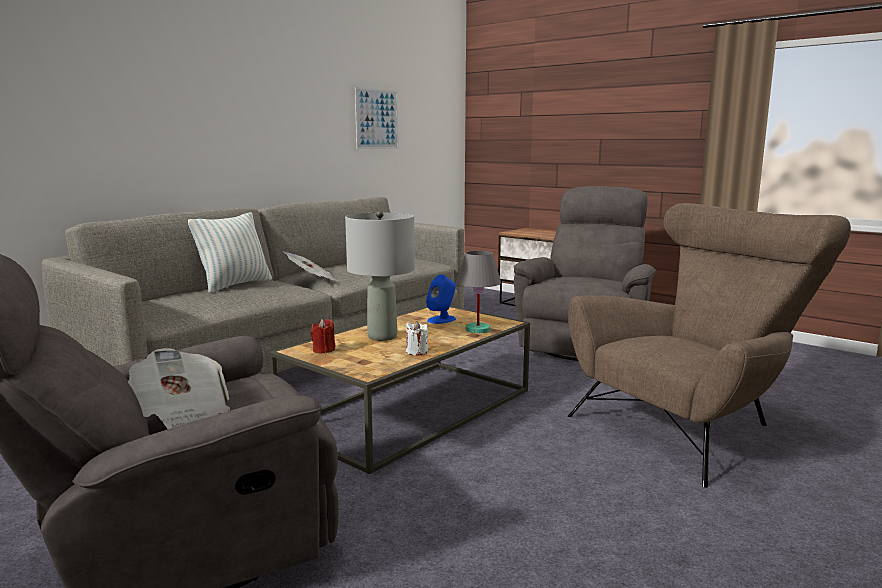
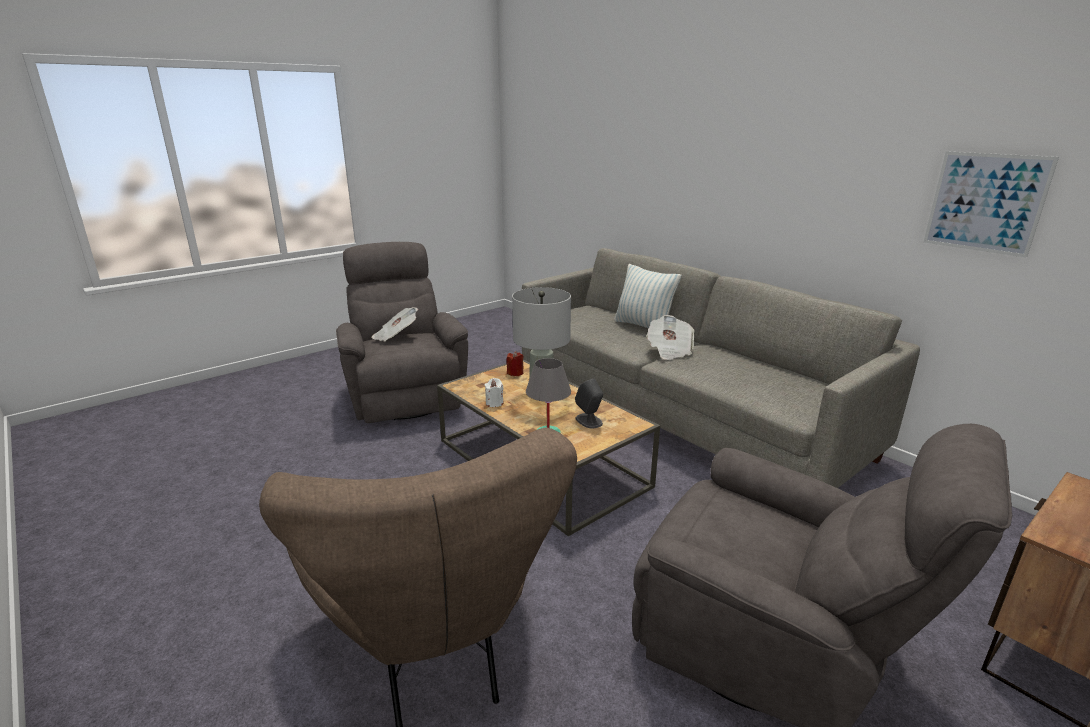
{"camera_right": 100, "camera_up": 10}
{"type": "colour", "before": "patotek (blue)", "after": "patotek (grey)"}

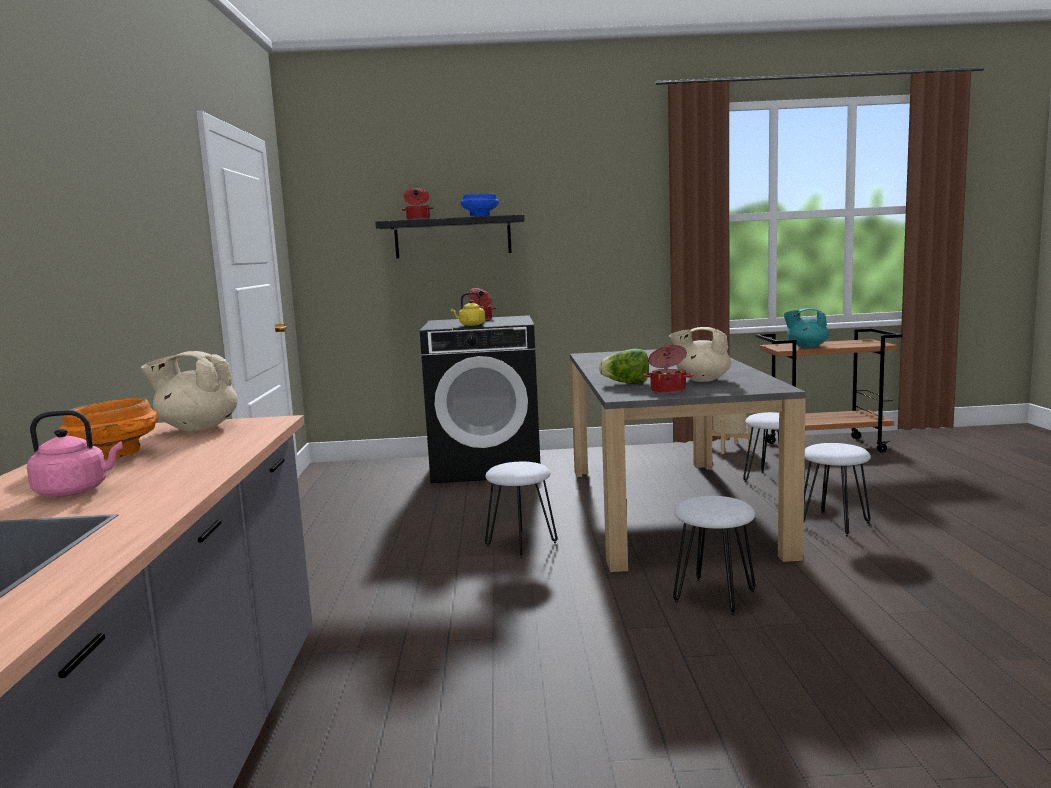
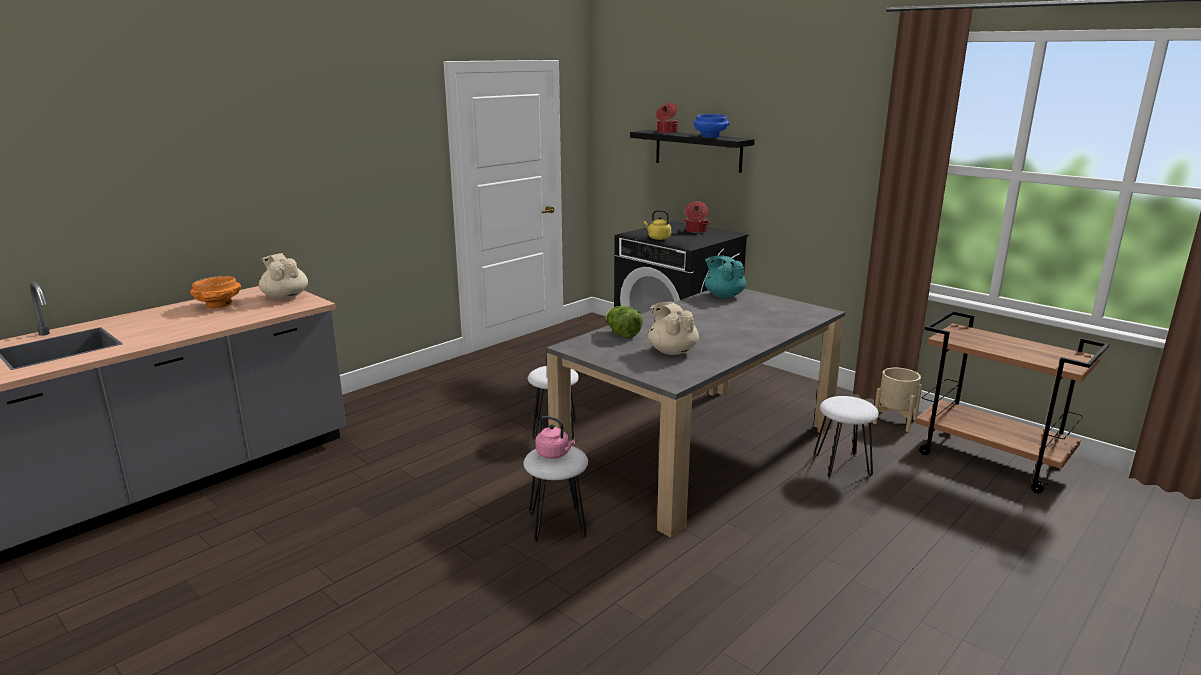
{"camera_right": 45, "camera_up": 10}
{"type": "relocated", "before": "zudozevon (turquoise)"}
{"type": "missing", "before": "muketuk (no. 3 from left)"}
{"type": "relocated", "before": "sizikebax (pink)"}
{"type": "missing", "before": "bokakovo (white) (no. 4 from left)"}

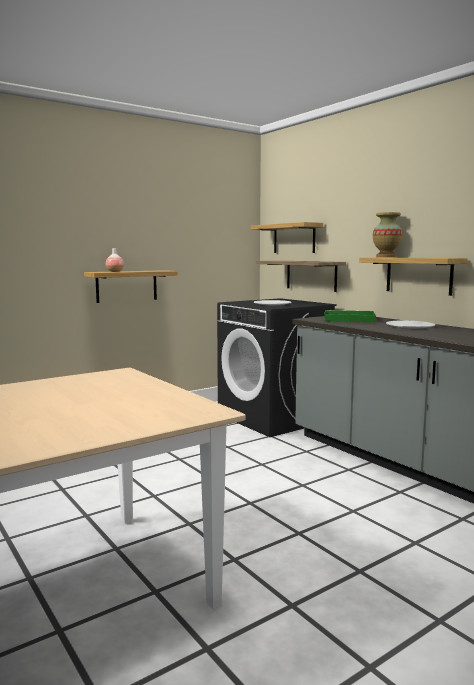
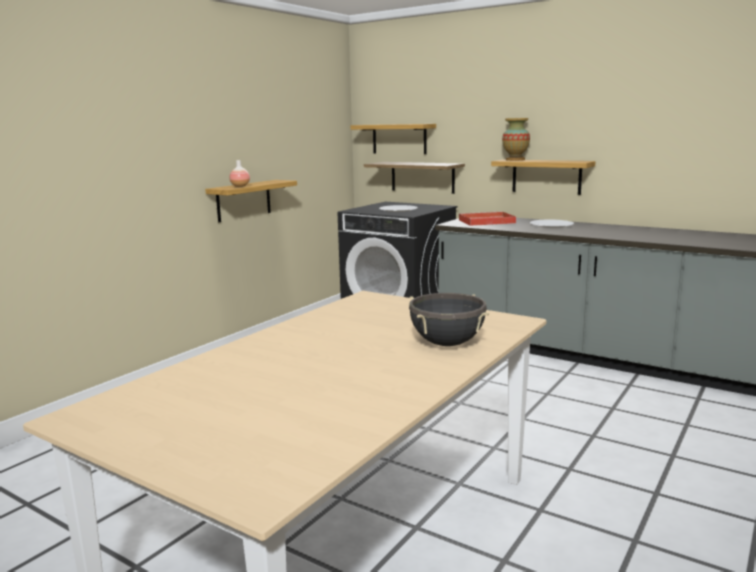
{"camera_right": -20, "camera_up": 5}
{"type": "colour", "before": "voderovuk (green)", "after": "voderovuk (red)"}
{"type": "appeared", "after": "muketuk (black)"}

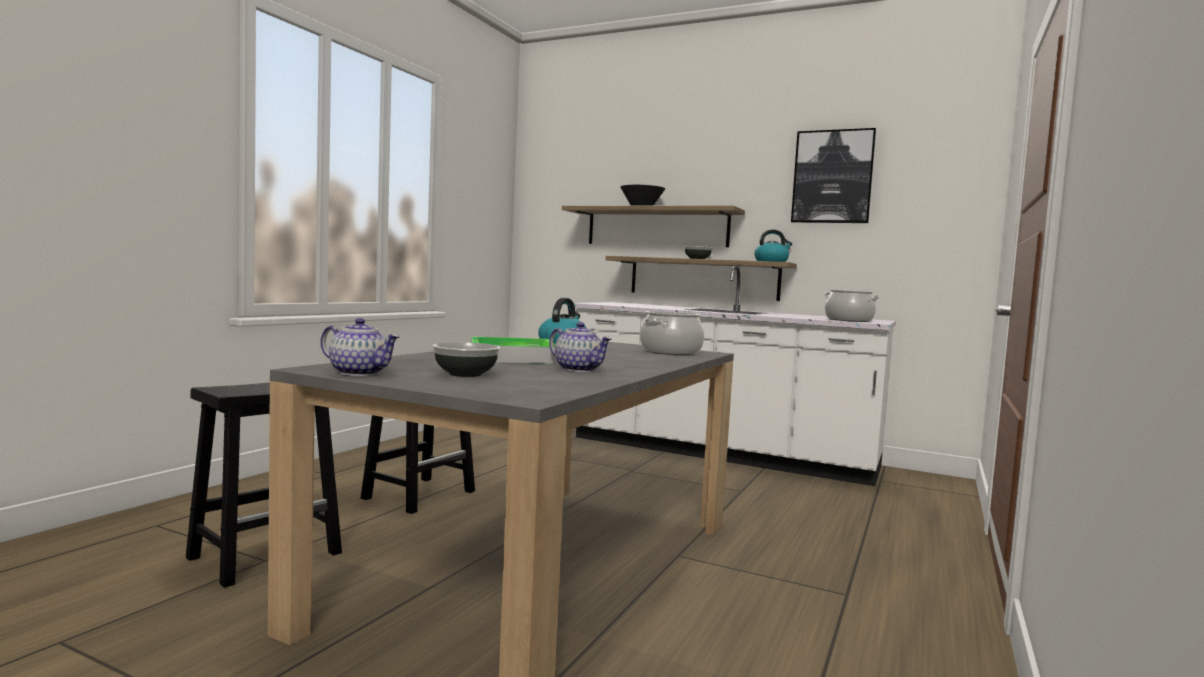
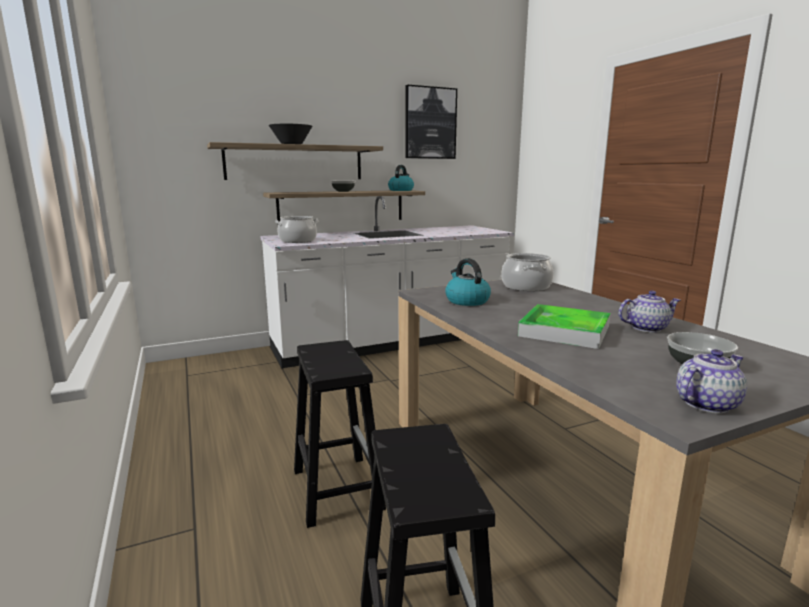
{"camera_right": -50, "camera_up": 10}
{"type": "relocated", "before": "muketuk (no. 2 from left in the first image)", "after": "muketuk (no. 1 from left)"}

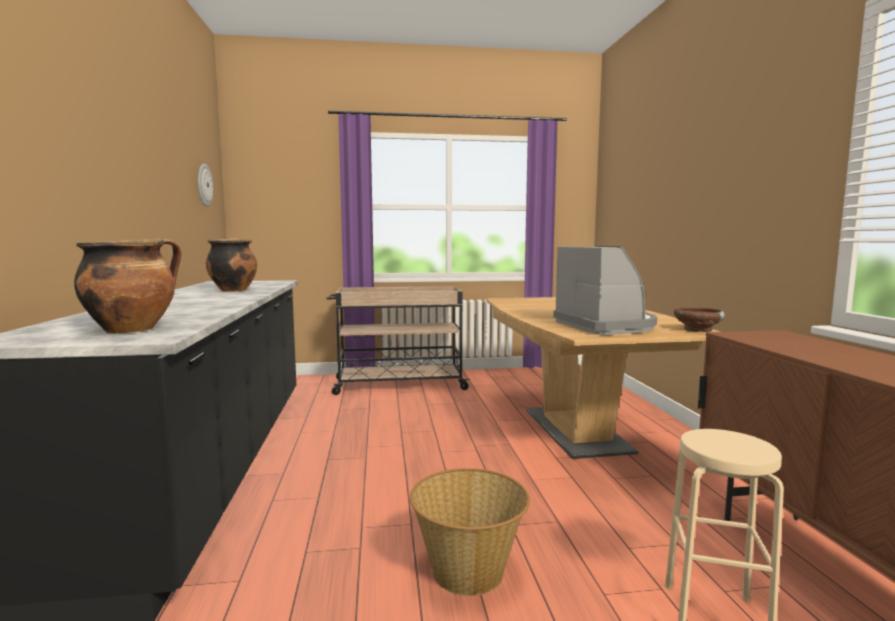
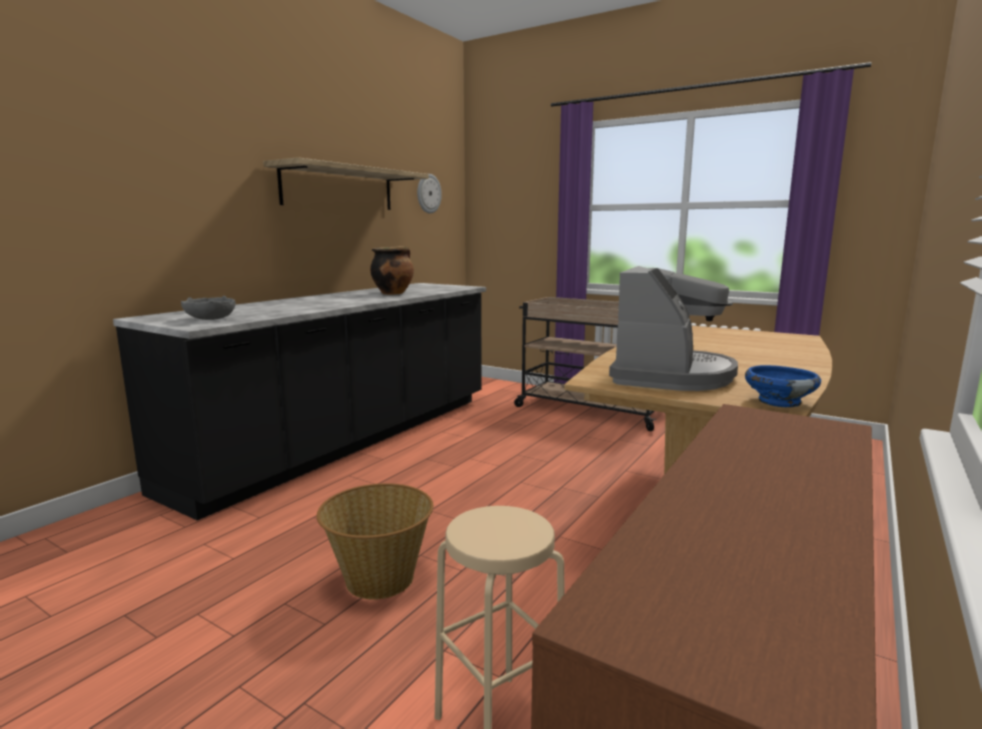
{"camera_right": 40, "camera_up": 5}
{"type": "exchanged", "before": "muketuk (no. 1 from left)", "after": "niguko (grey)"}
{"type": "colour", "before": "niguko (brown)", "after": "niguko (blue)"}
{"type": "appeared", "after": "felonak"}

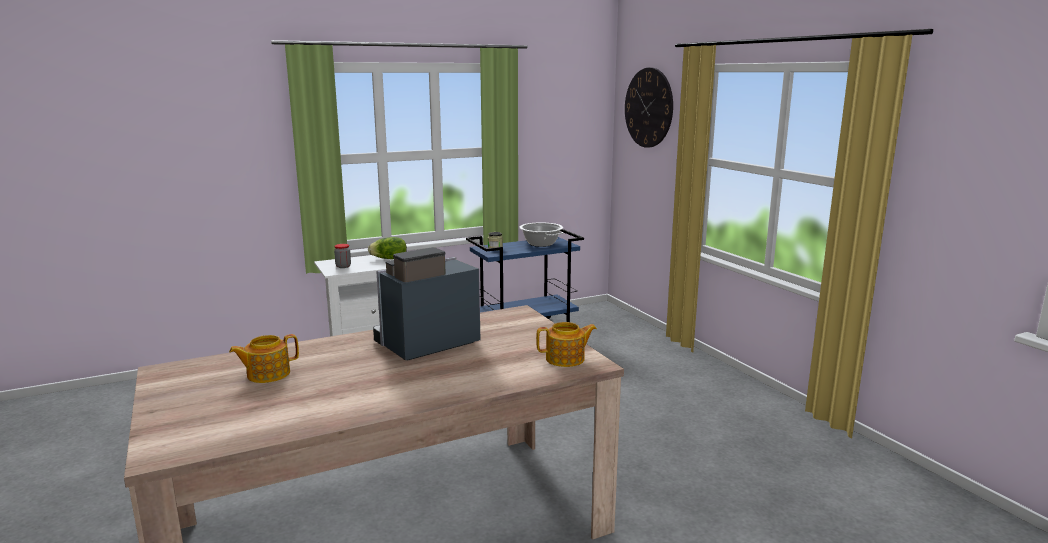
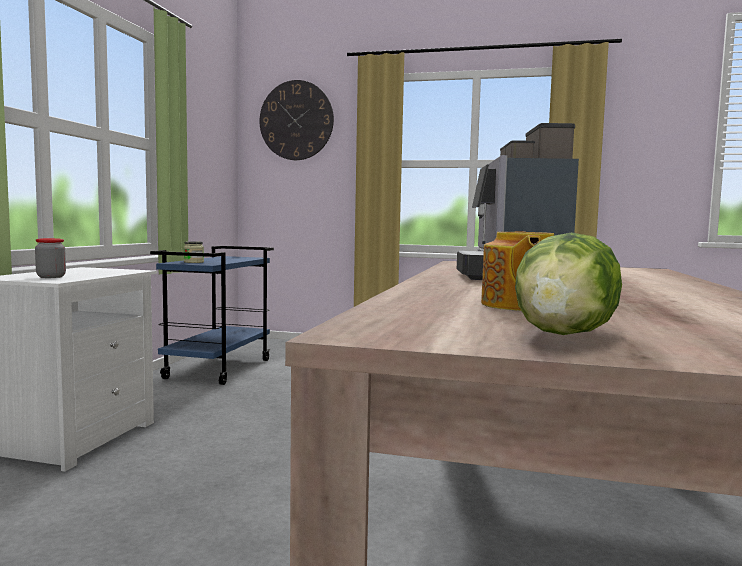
{"camera_right": -50, "camera_up": -10}
{"type": "missing", "before": "muketuk"}
{"type": "relocated", "before": "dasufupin"}
{"type": "missing", "before": "zudozevon (no. 2 from left)"}

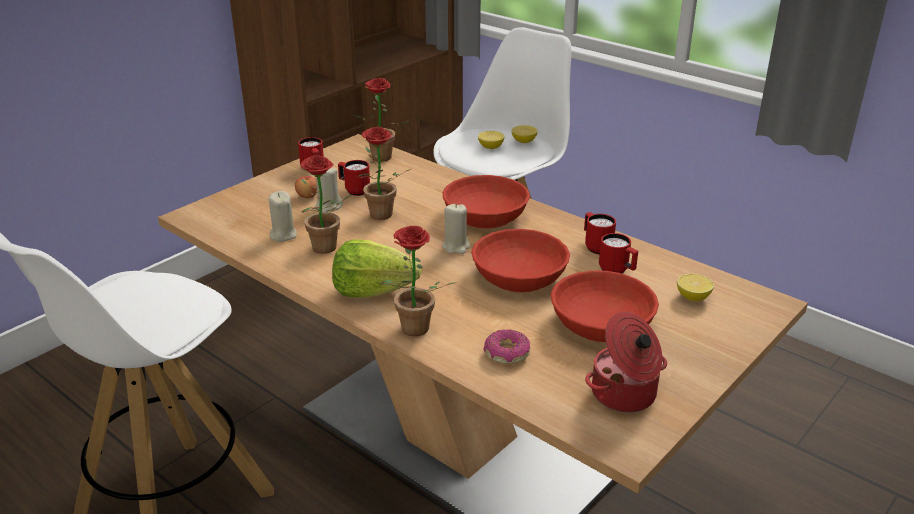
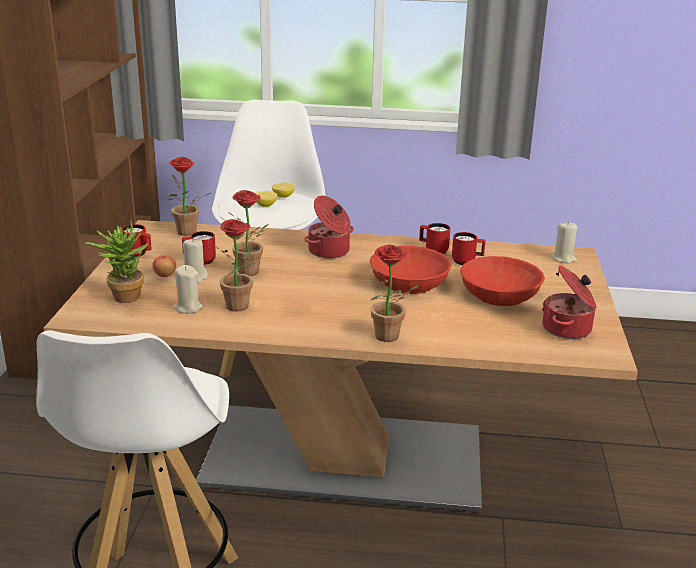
{"camera_right": -35, "camera_up": -5}
{"type": "exchanged", "before": "niguko (red) (no. 1 from left)", "after": "muketuk (no. 1 from left)"}
{"type": "relocated", "before": "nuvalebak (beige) (no. 3 from left)"}
{"type": "missing", "before": "dasufupin"}
{"type": "missing", "before": "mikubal (no. 3 from left)"}
{"type": "missing", "before": "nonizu"}
{"type": "appeared", "after": "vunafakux (no. 1 from left)"}

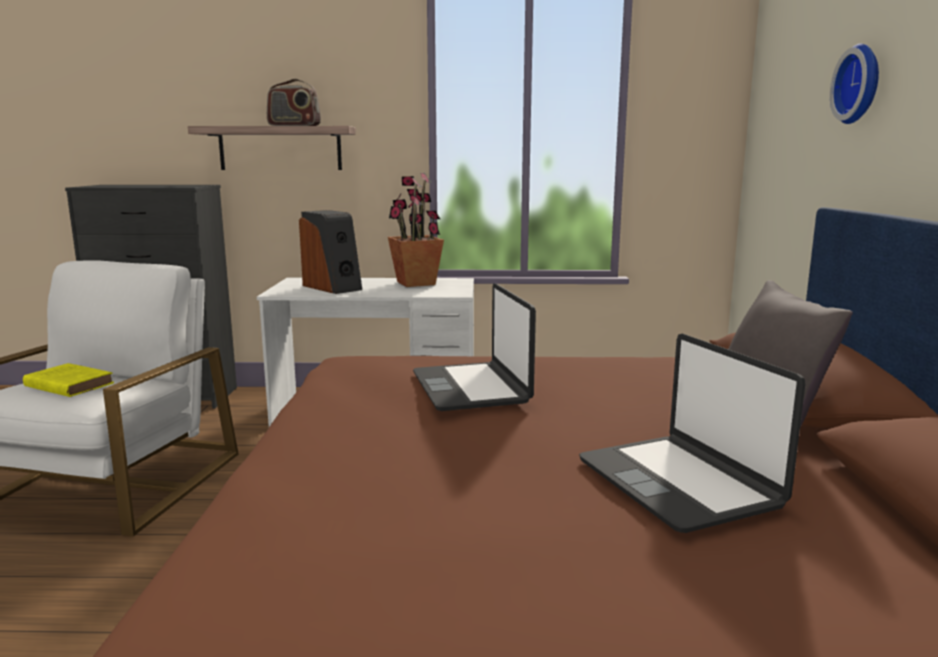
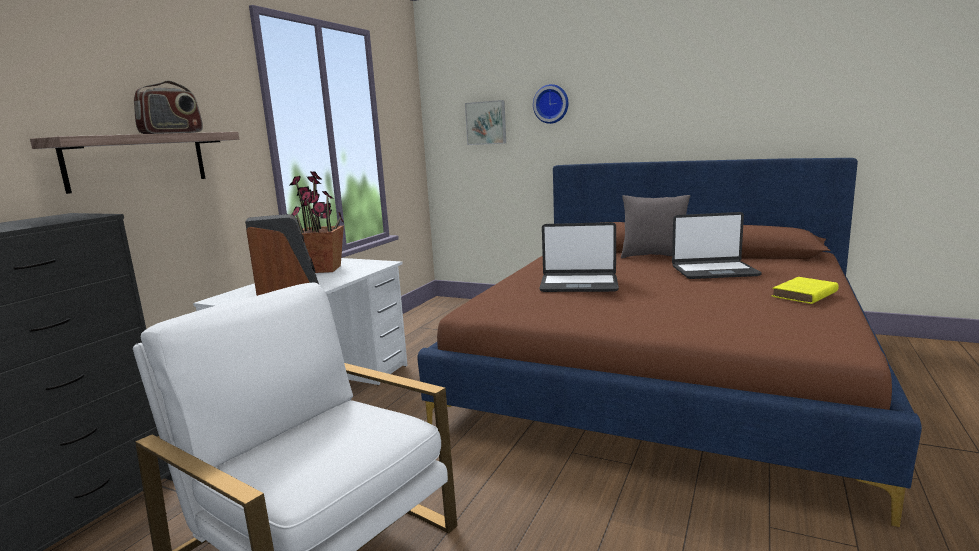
{"camera_right": -65, "camera_up": 0}
{"type": "relocated", "before": "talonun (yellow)"}
{"type": "appeared", "after": "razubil"}

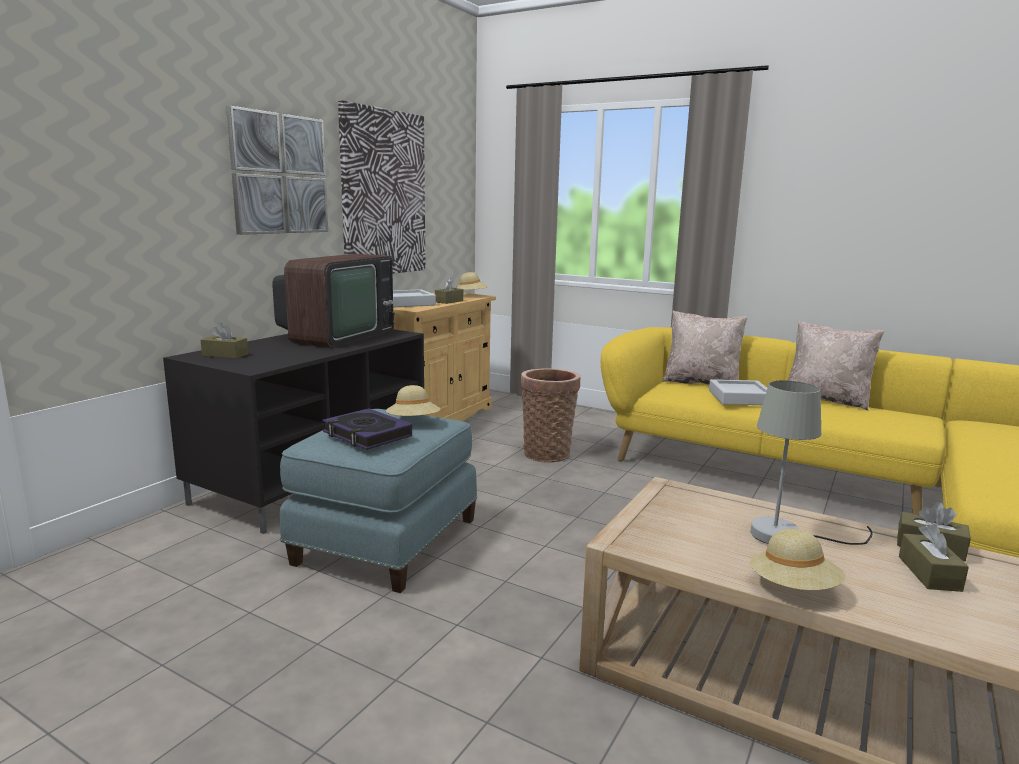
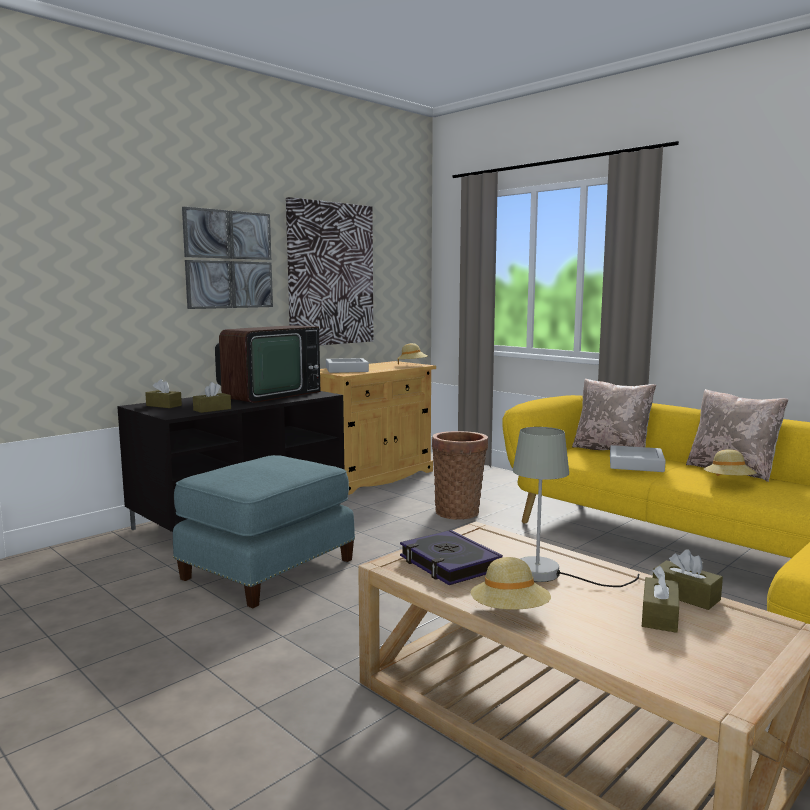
{"camera_right": 15, "camera_up": -5}
{"type": "relocated", "before": "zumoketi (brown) (no. 2 from left)"}
{"type": "relocated", "before": "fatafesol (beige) (no. 1 from left in the first image)", "after": "fatafesol (beige) (no. 3 from left)"}
{"type": "relocated", "before": "talonun"}

